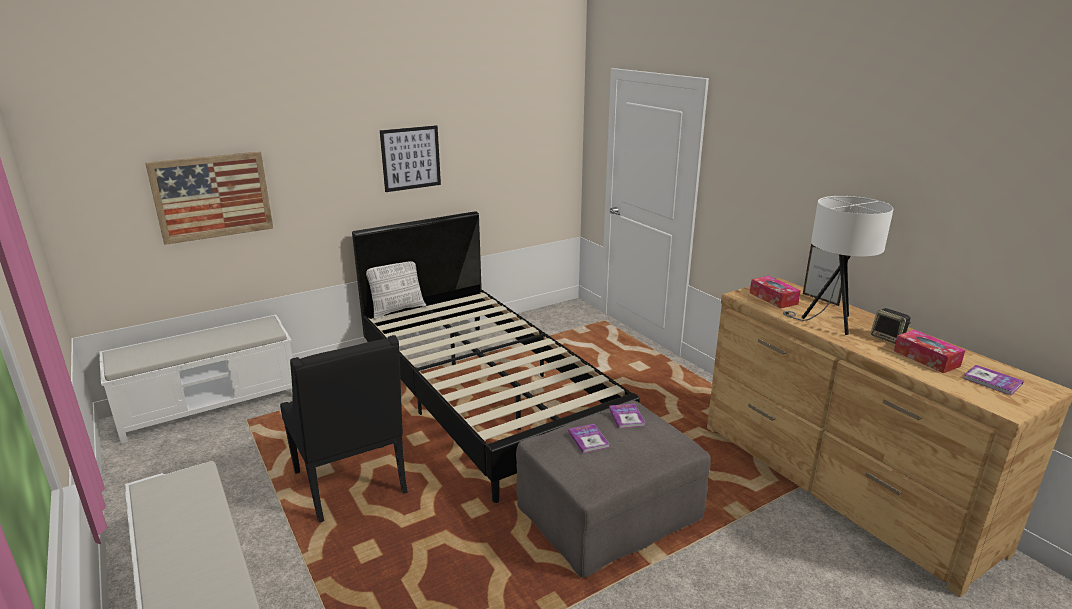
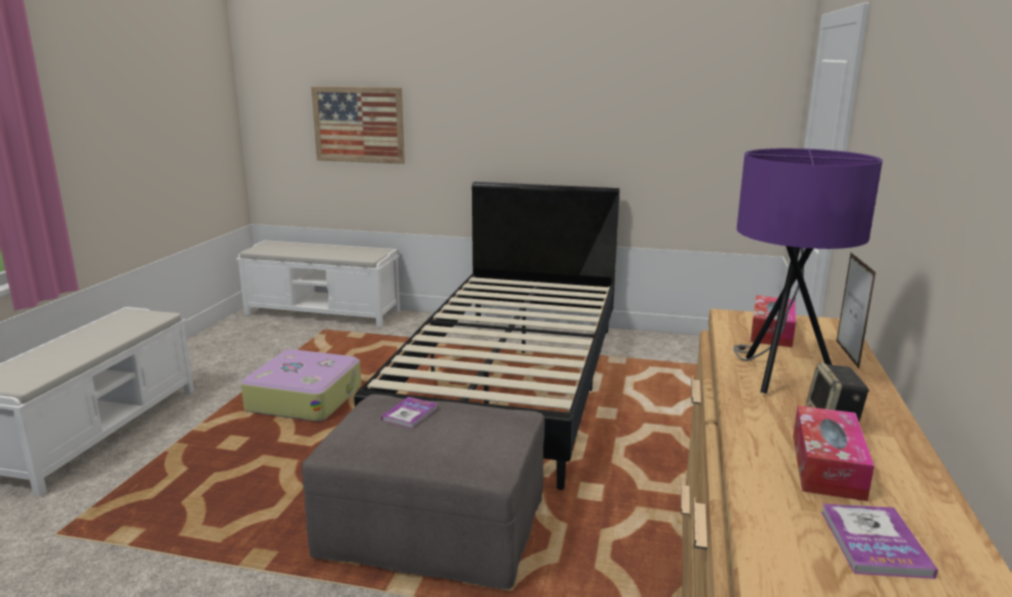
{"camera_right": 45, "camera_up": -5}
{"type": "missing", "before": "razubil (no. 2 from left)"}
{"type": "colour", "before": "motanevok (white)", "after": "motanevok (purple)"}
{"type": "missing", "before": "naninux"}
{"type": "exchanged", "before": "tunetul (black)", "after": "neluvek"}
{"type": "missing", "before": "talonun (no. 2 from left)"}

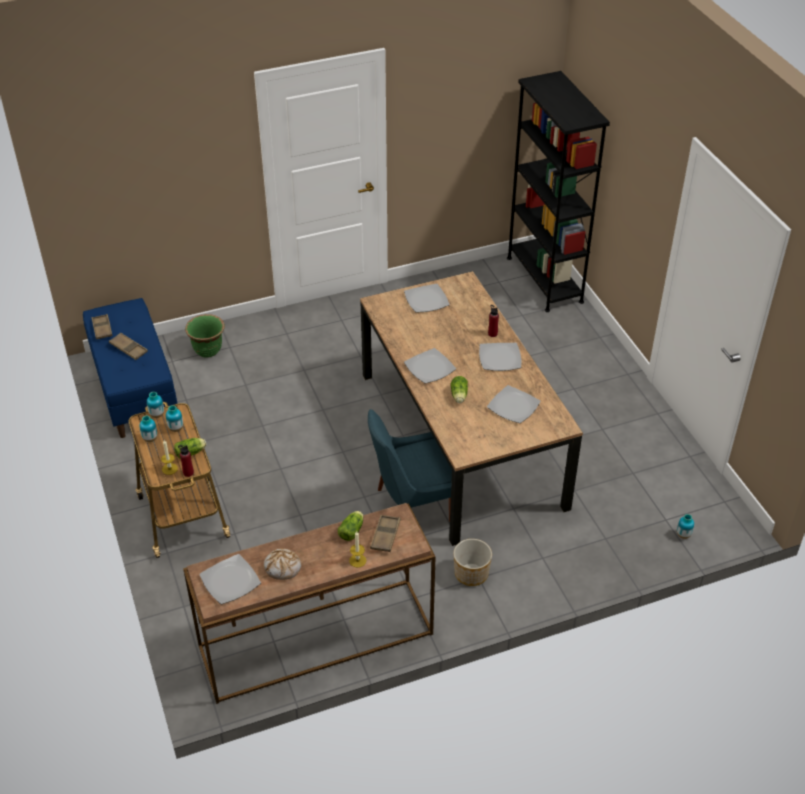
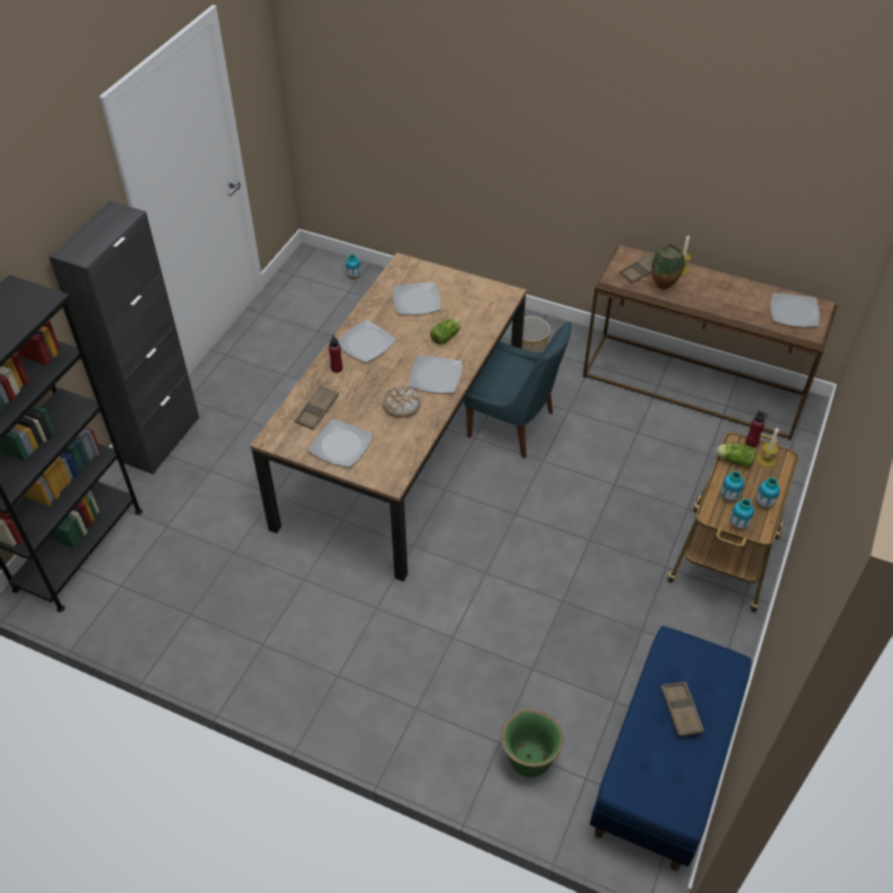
{"camera_right": -135, "camera_up": 5}
{"type": "relocated", "before": "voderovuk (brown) (no. 1 from left)"}
{"type": "exchanged", "before": "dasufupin (no. 2 from left)", "after": "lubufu (no. 2 from left)"}
{"type": "relocated", "before": "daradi"}
{"type": "appeared", "after": "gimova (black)"}

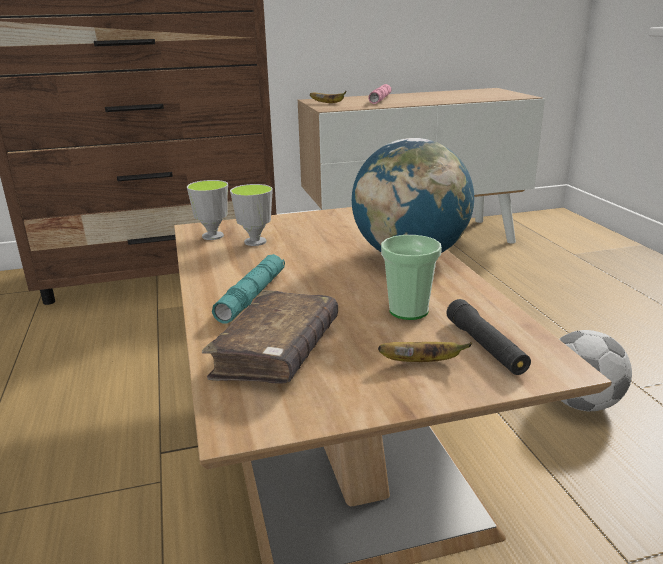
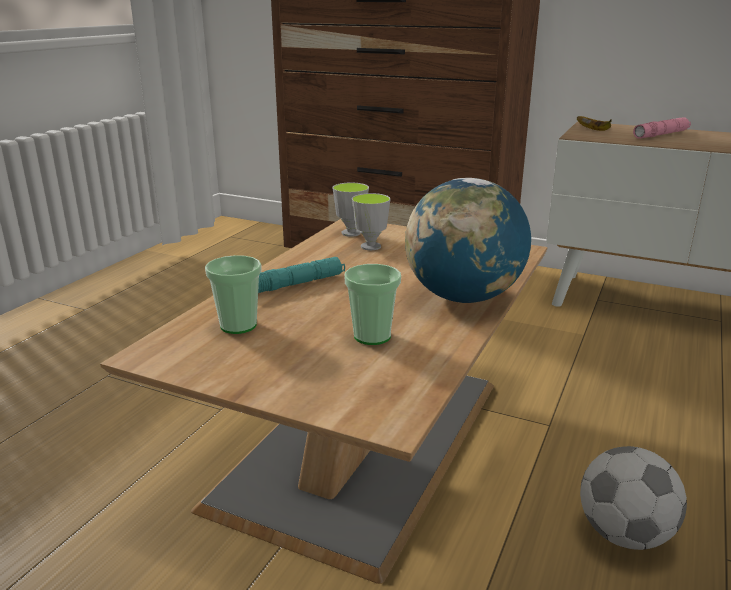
{"camera_right": 40, "camera_up": 0}
{"type": "exchanged", "before": "talonun (brown)", "after": "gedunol (no. 1 from left)"}
{"type": "missing", "before": "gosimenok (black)"}
{"type": "missing", "before": "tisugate (no. 2 from left)"}

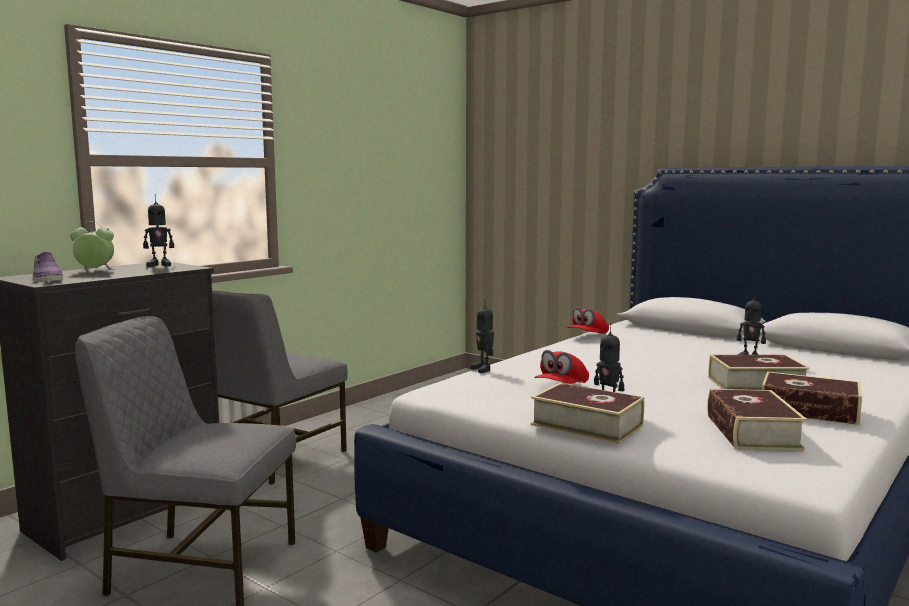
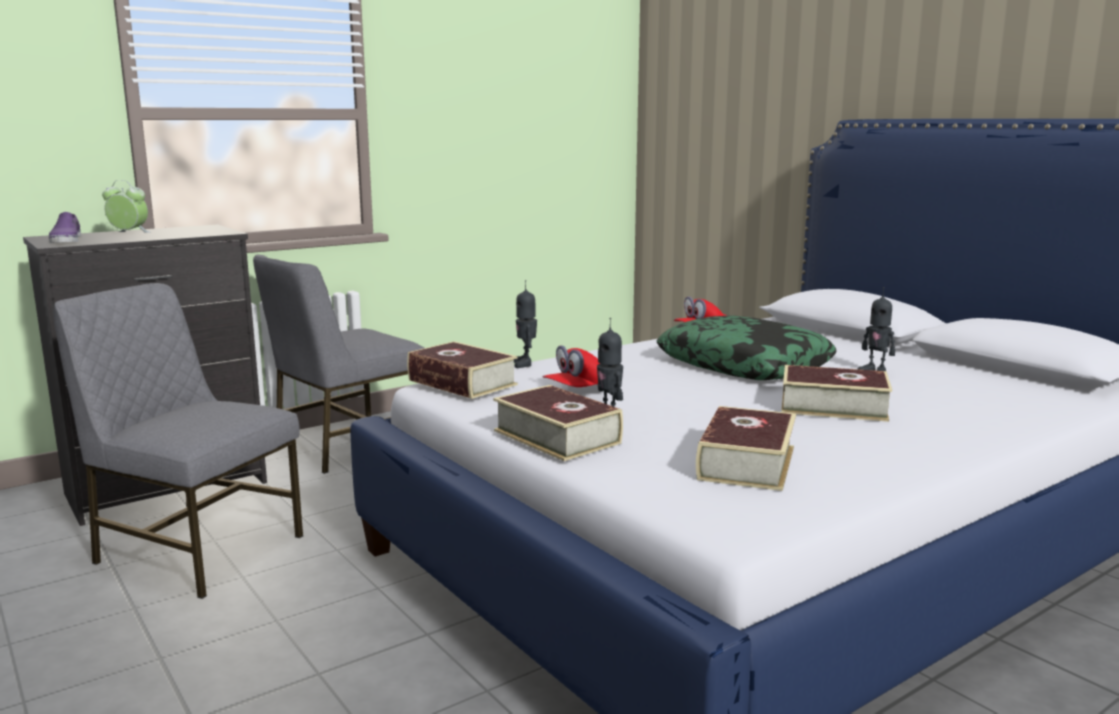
{"camera_right": 15, "camera_up": 5}
{"type": "missing", "before": "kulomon (no. 1 from left)"}
{"type": "relocated", "before": "talonun (no. 4 from left in the first image)", "after": "talonun (no. 1 from left)"}
{"type": "appeared", "after": "naninux"}

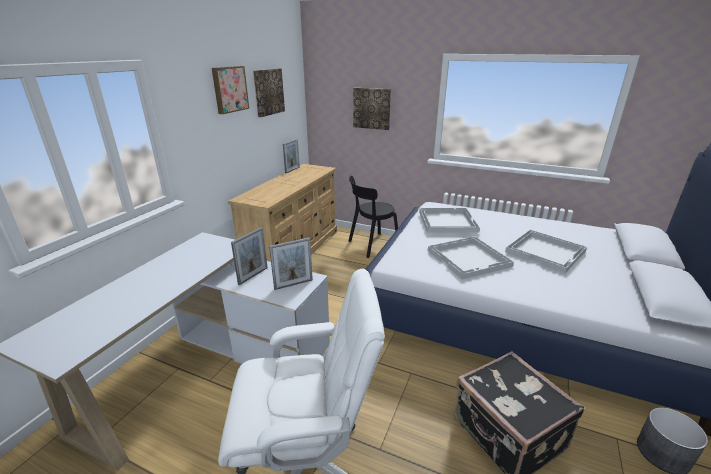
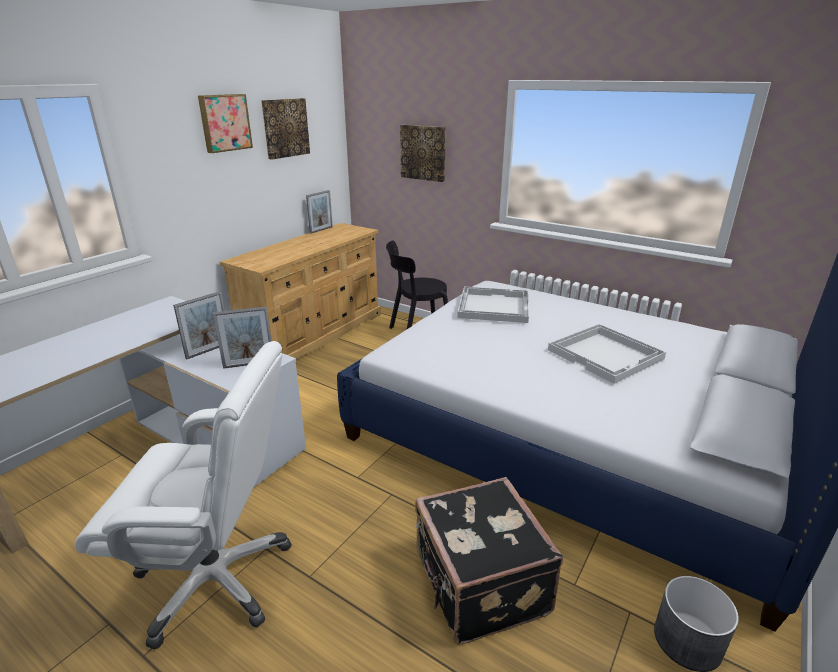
{"camera_right": 10, "camera_up": 0}
{"type": "missing", "before": "voderovuk (white) (no. 2 from left)"}

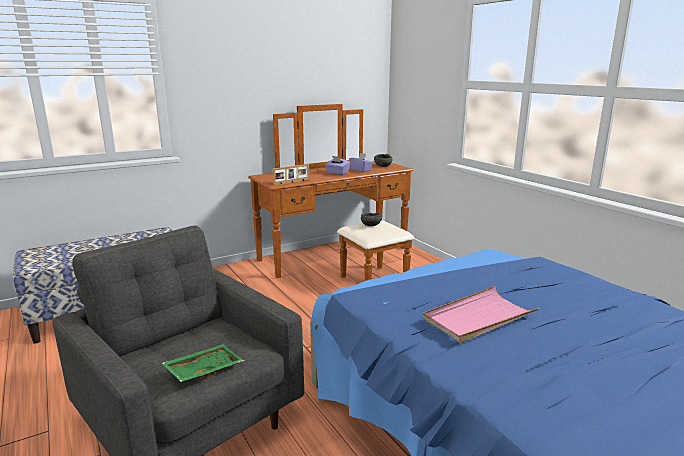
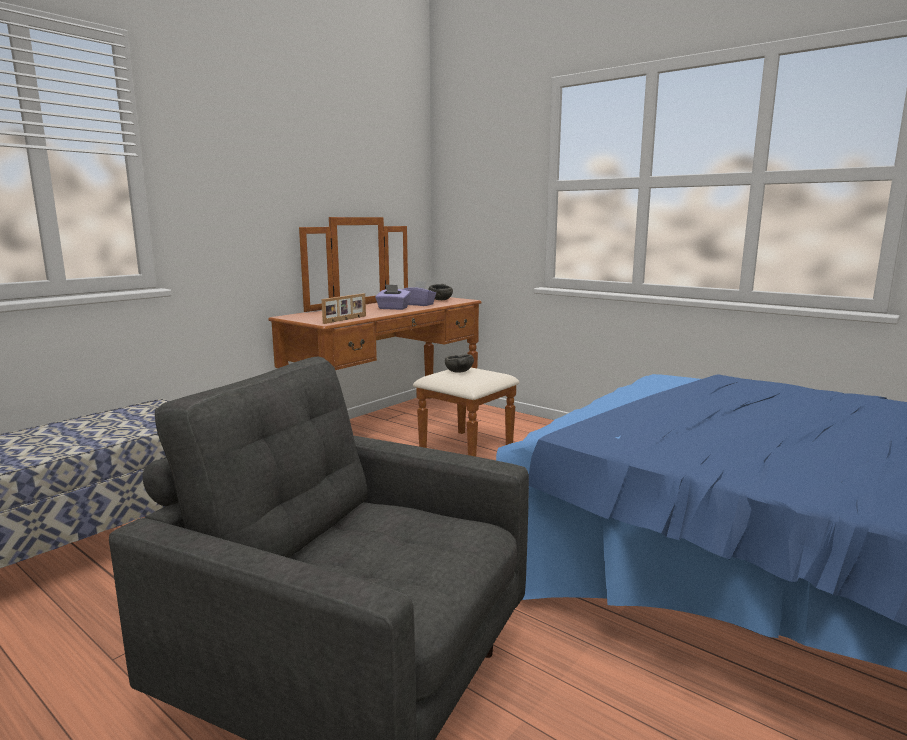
{"camera_right": -20, "camera_up": -5}
{"type": "missing", "before": "voderovuk (pink)"}
{"type": "missing", "before": "voderovuk (green)"}

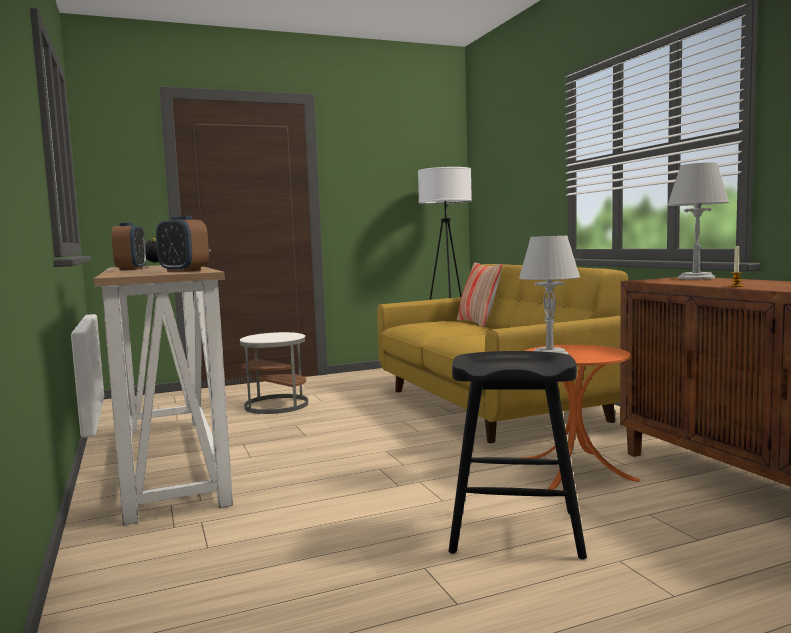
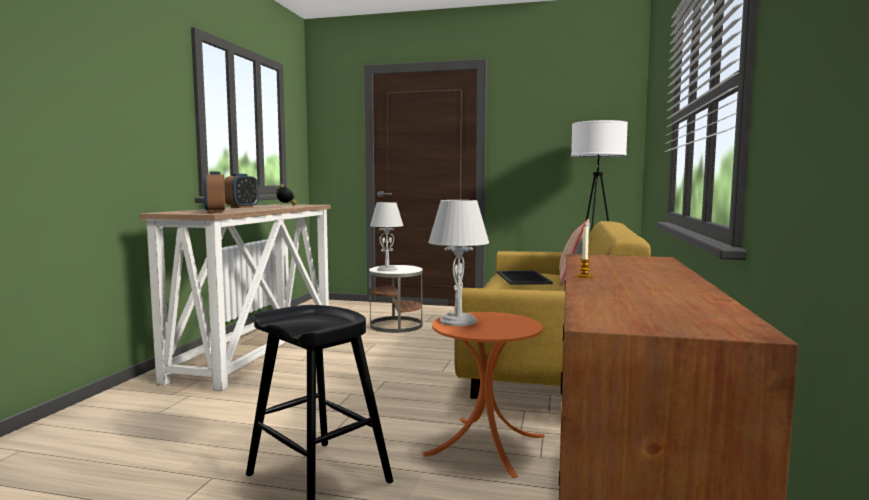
{"camera_right": 35, "camera_up": 0}
{"type": "relocated", "before": "motanevok (grey) (no. 2 from left in the first image)", "after": "motanevok (grey) (no. 1 from left)"}
{"type": "appeared", "after": "voderovuk"}

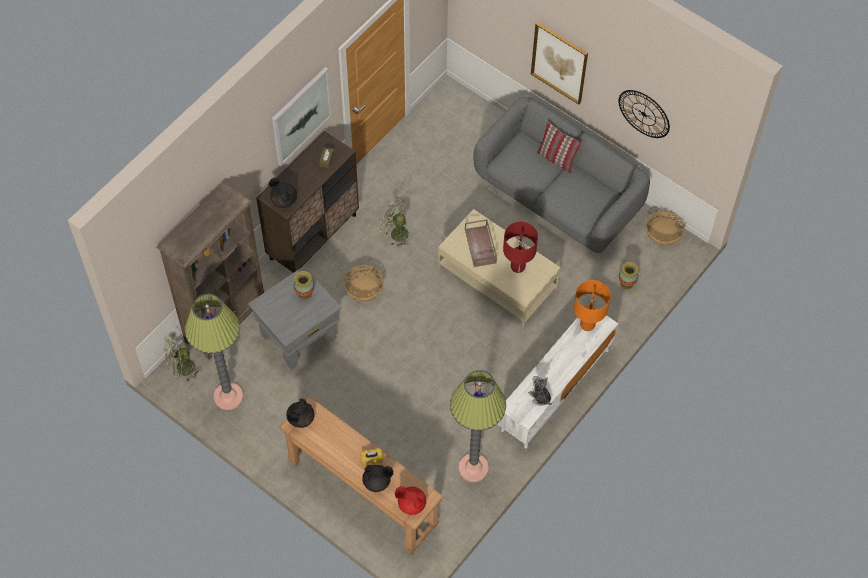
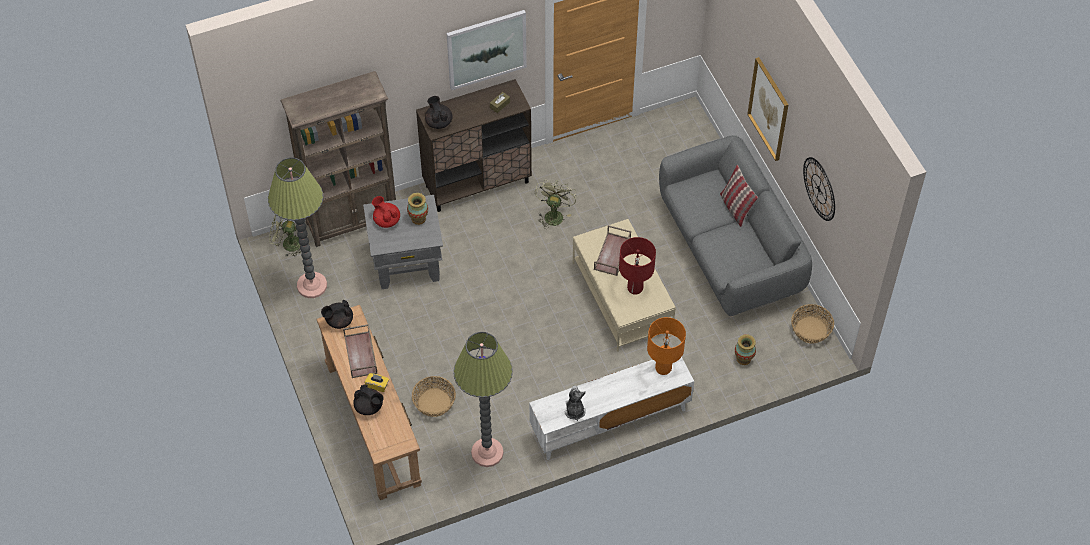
{"camera_right": 30, "camera_up": -5}
{"type": "spun", "before": "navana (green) (no. 2 from left)", "turn": 45}
{"type": "relocated", "before": "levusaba (no. 1 from left)"}
{"type": "relocated", "before": "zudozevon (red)"}
{"type": "appeared", "after": "voderovuk (brown) (no. 1 from left)"}

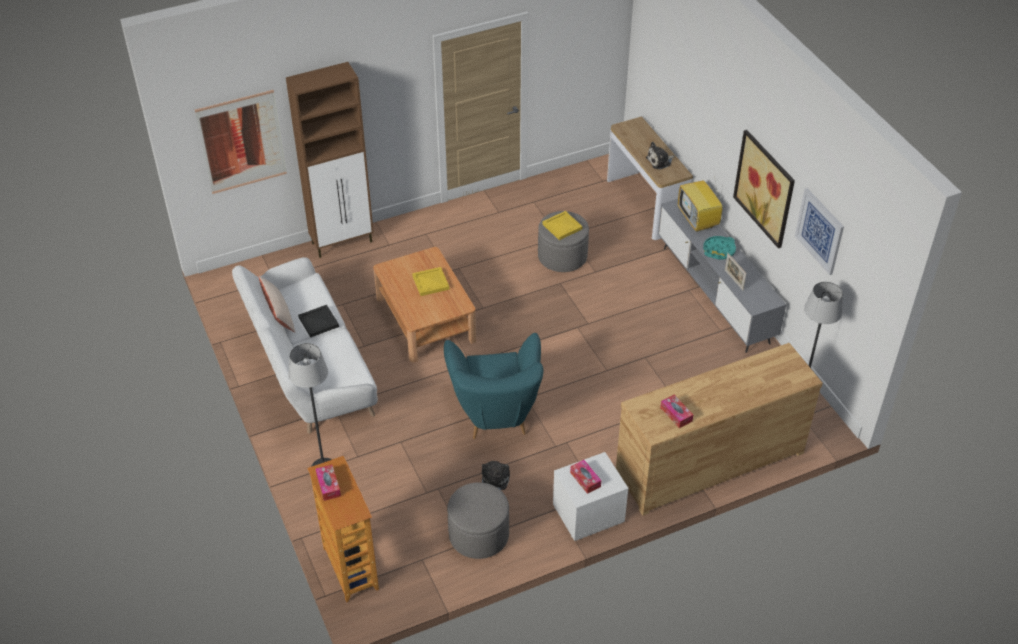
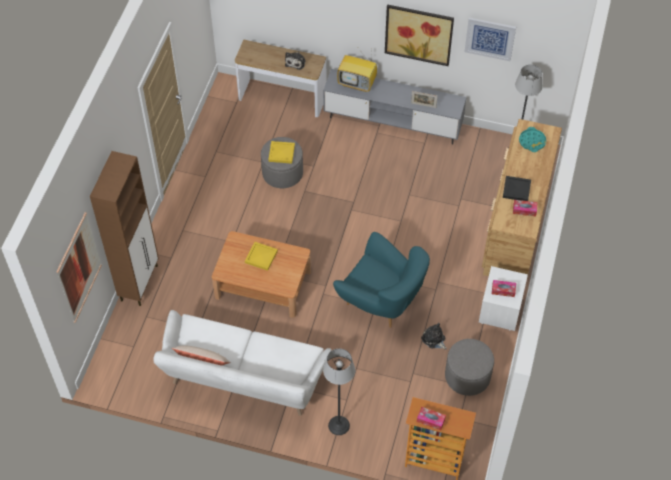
{"camera_right": -50, "camera_up": 10}
{"type": "relocated", "before": "voderovuk (turquoise)"}
{"type": "relocated", "before": "voderovuk (black)"}

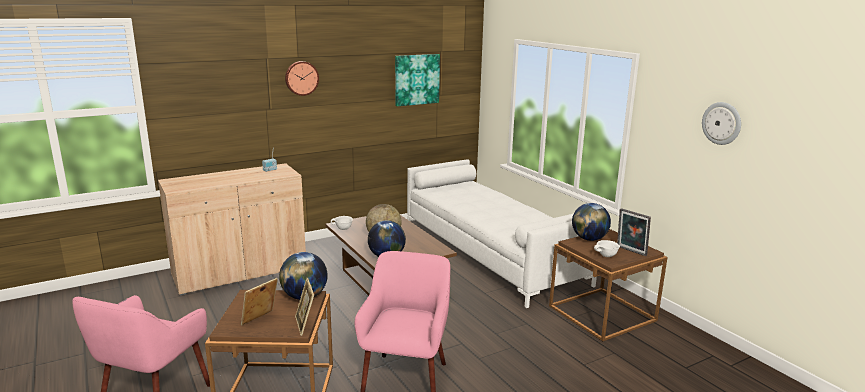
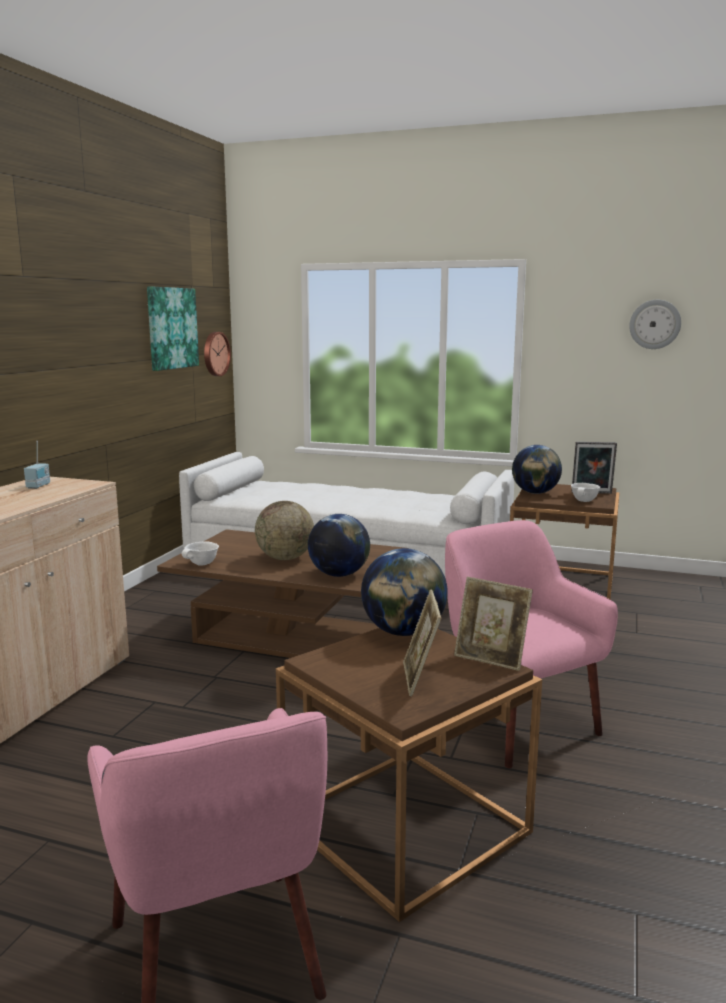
{"camera_right": -40, "camera_up": -5}
{"type": "relocated", "before": "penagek (no. 1 from left)"}

